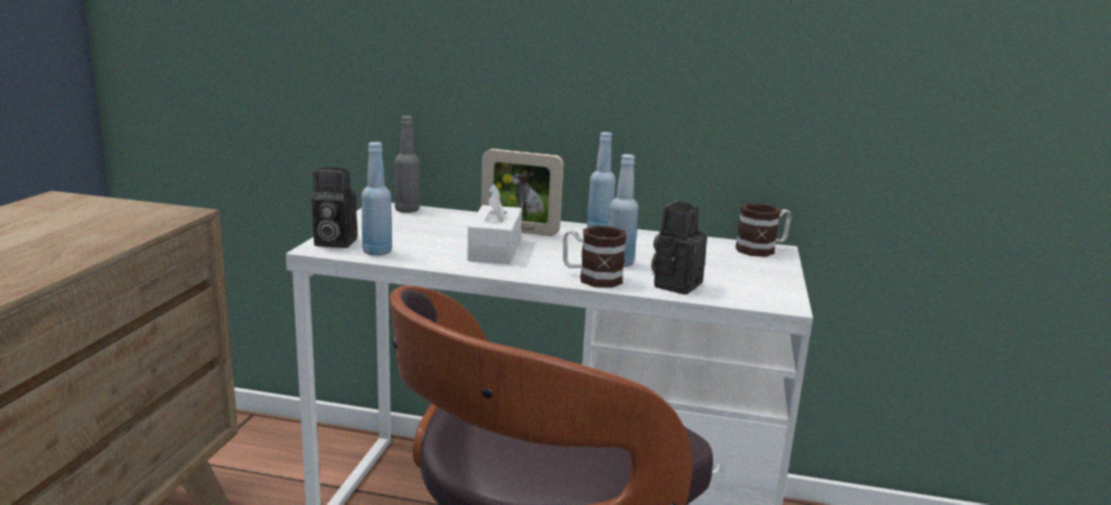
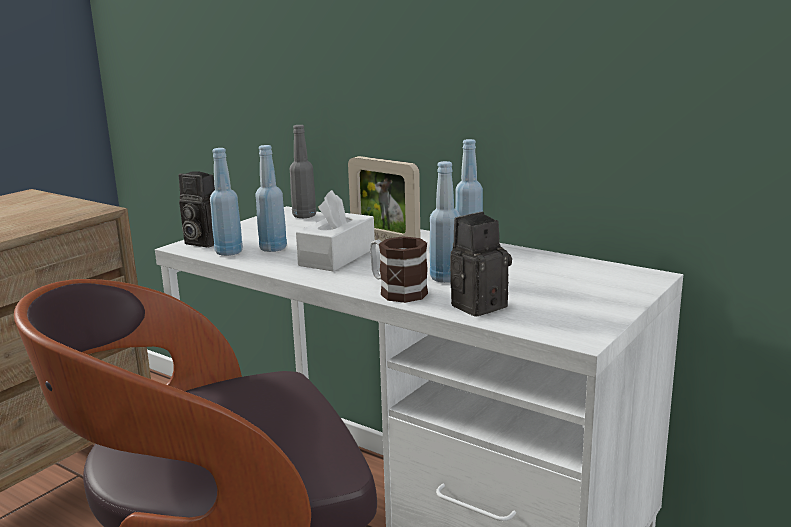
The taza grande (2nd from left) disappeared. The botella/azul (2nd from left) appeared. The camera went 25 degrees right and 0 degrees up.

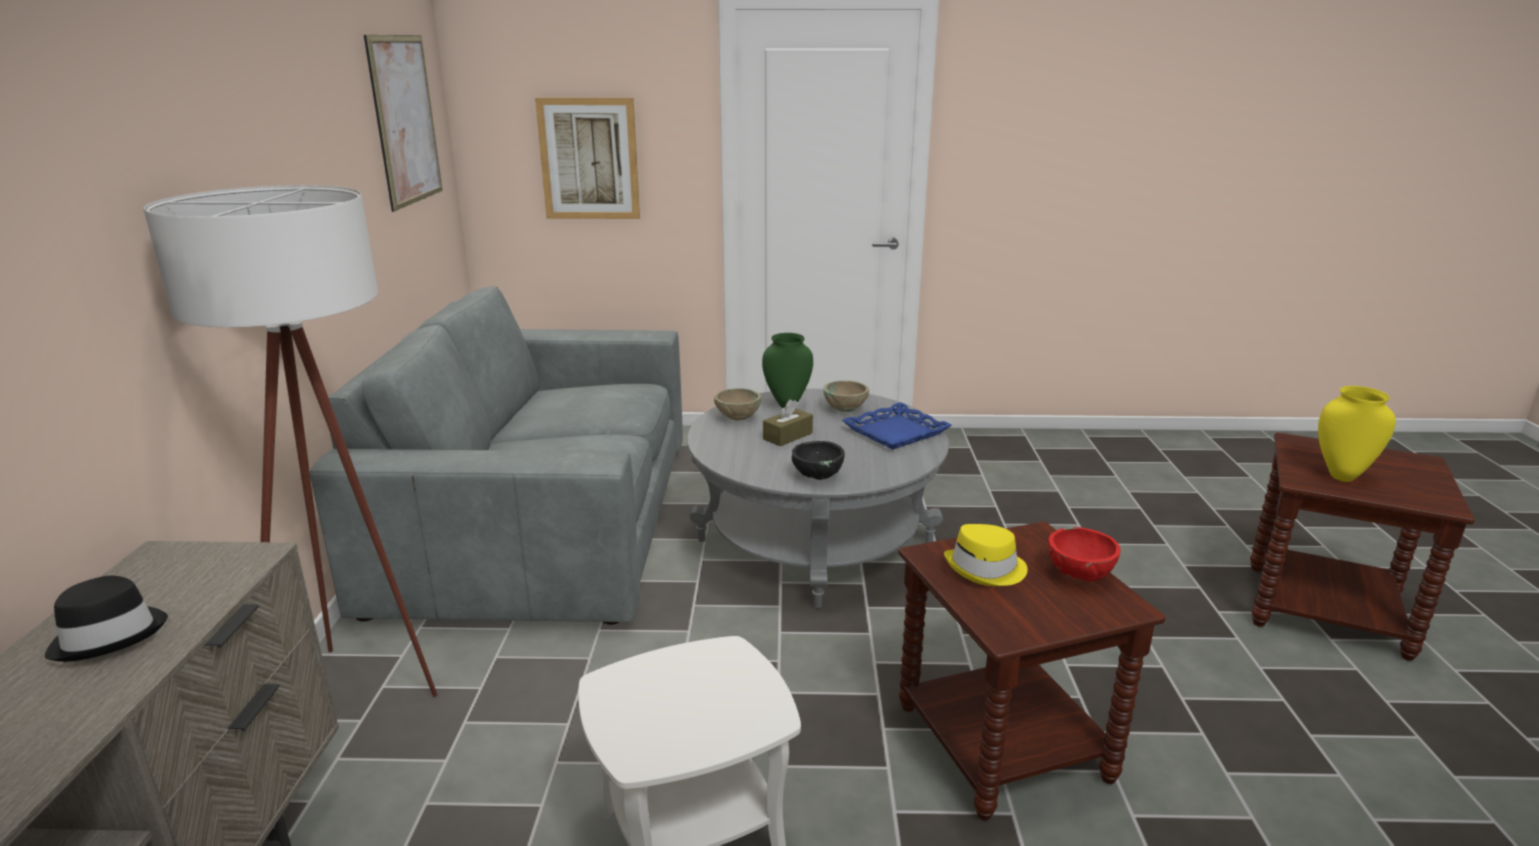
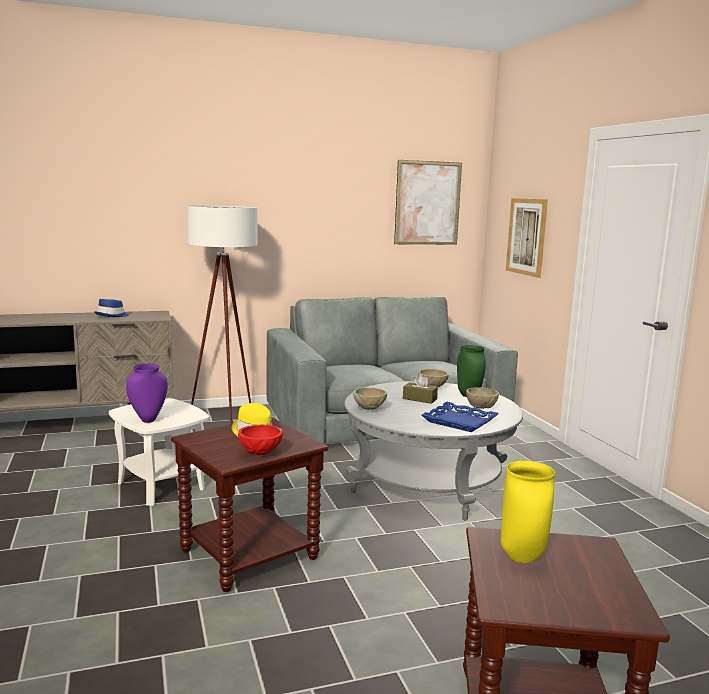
The florero/morado appeared. The sombrero/negro became the sombrero/azul. The cuenco/negro became the cuenco/beis (1st from left). The camera went 70 degrees right and 10 degrees down.

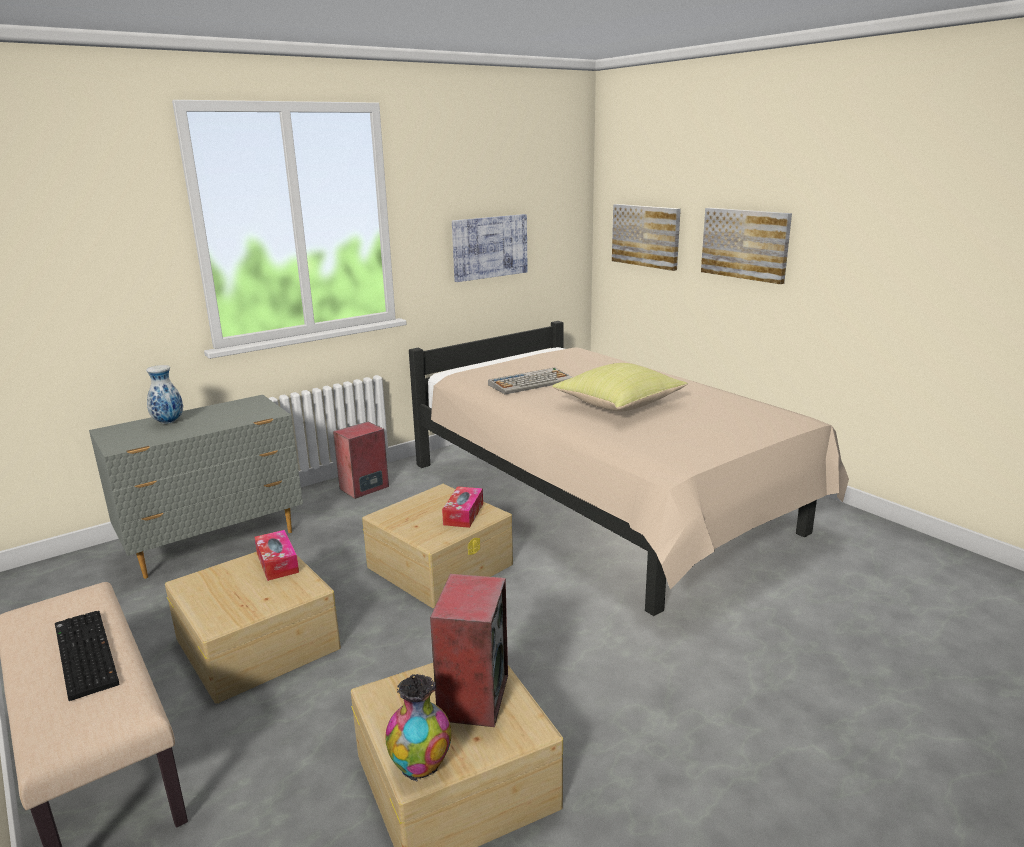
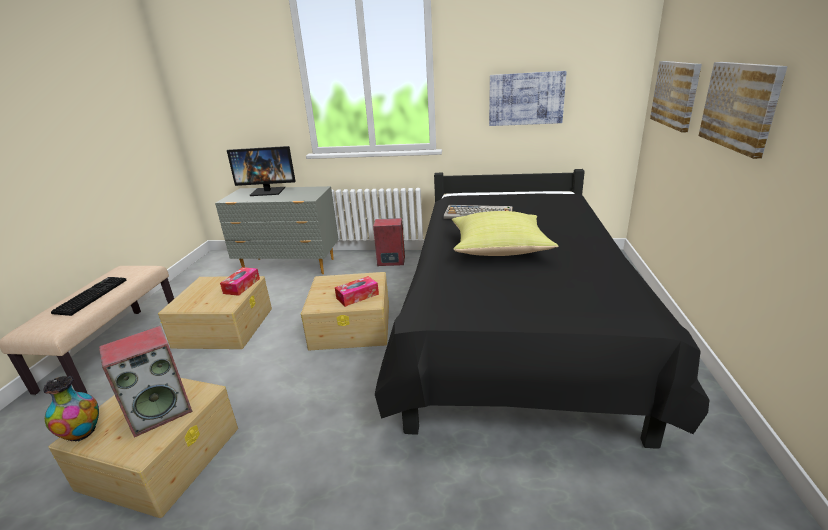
The florero (1st from left) was replaced by the monitor. The cama/beis became the cama/negro. The camera went 45 degrees right and 5 degrees up.

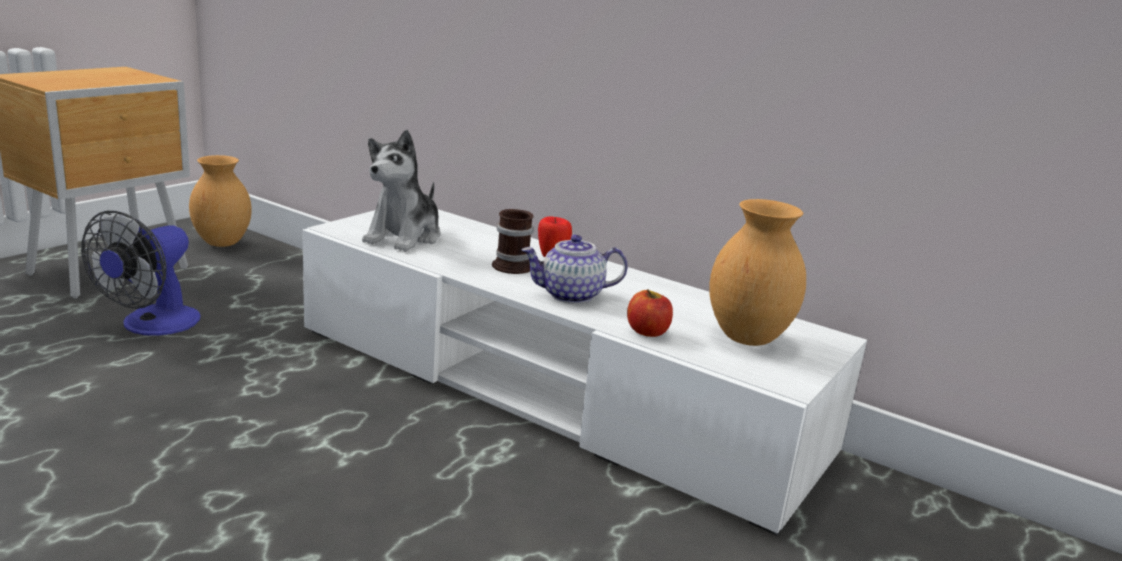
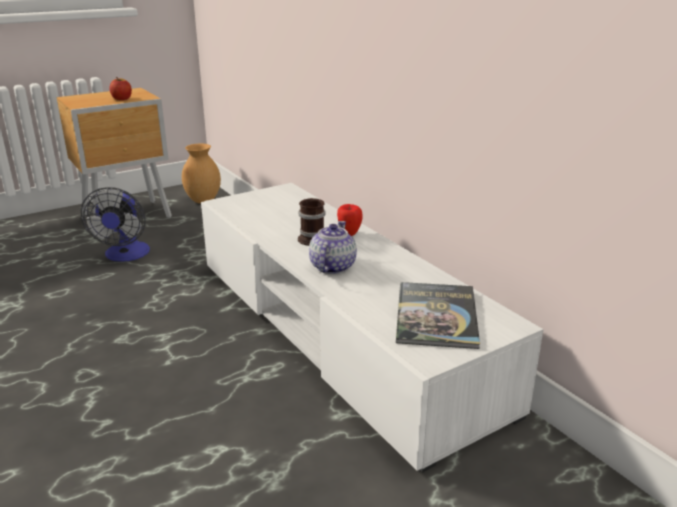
The peluche disappeared. The manzana (2nd from left in the first image) moved. The florero/marrón (2nd from left) was replaced by the libro. The ventilador turned 45 degrees counterclockwise. The tetera turned 90 degrees clockwise. The camera went 25 degrees right and 5 degrees up.

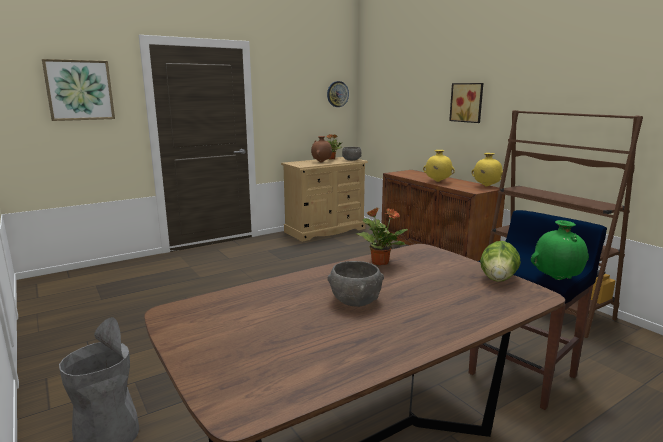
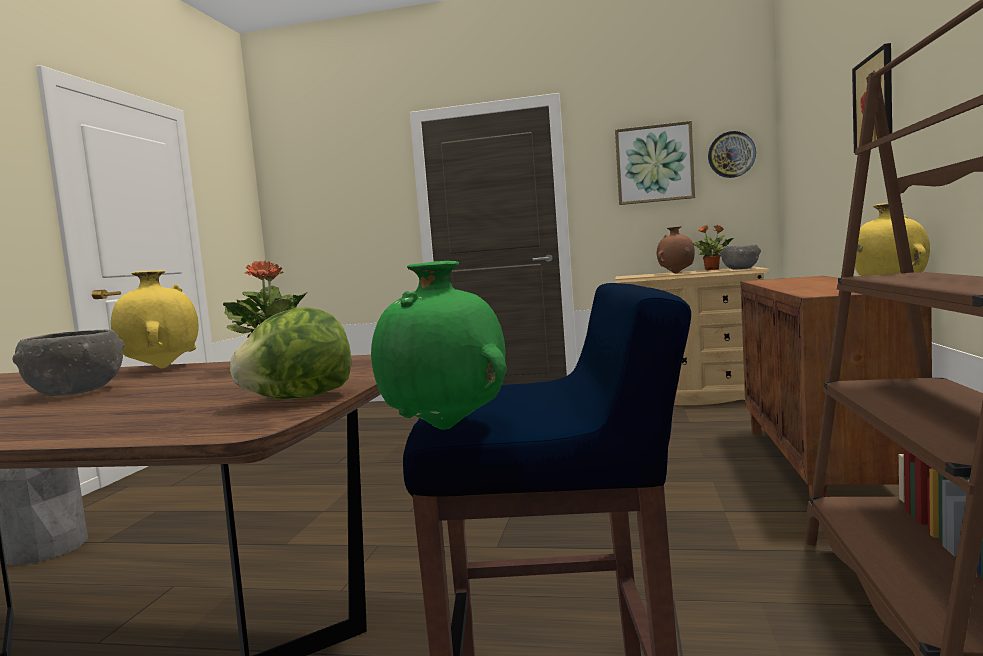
The cuadro (1st from left) moved. The florero/amarillo (1st from left) moved. The camera went 45 degrees right and 10 degrees down.

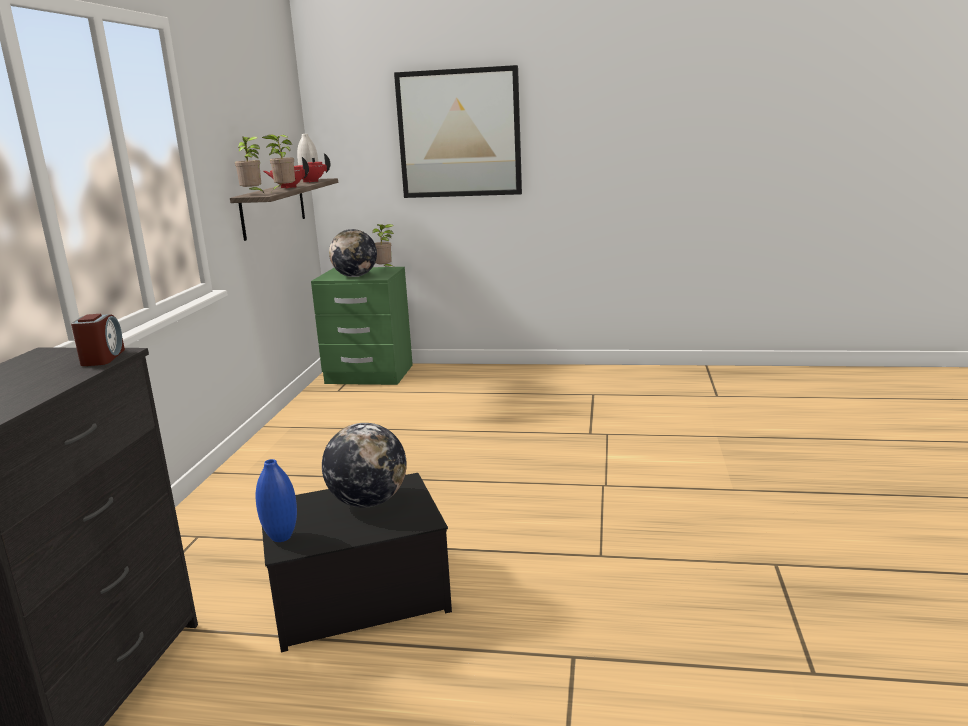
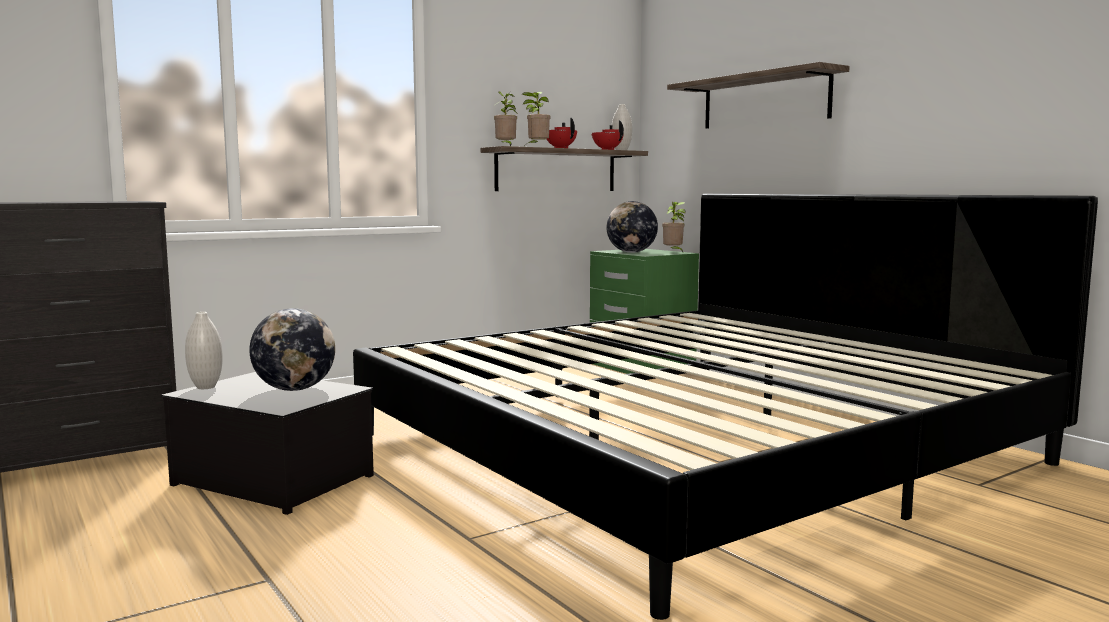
The despertador disappeared. The cama appeared. The cuadro was replaced by the estante (2nd from left). The florero/azul became the florero/blanco (1st from left). The camera went 45 degrees right and 10 degrees down.

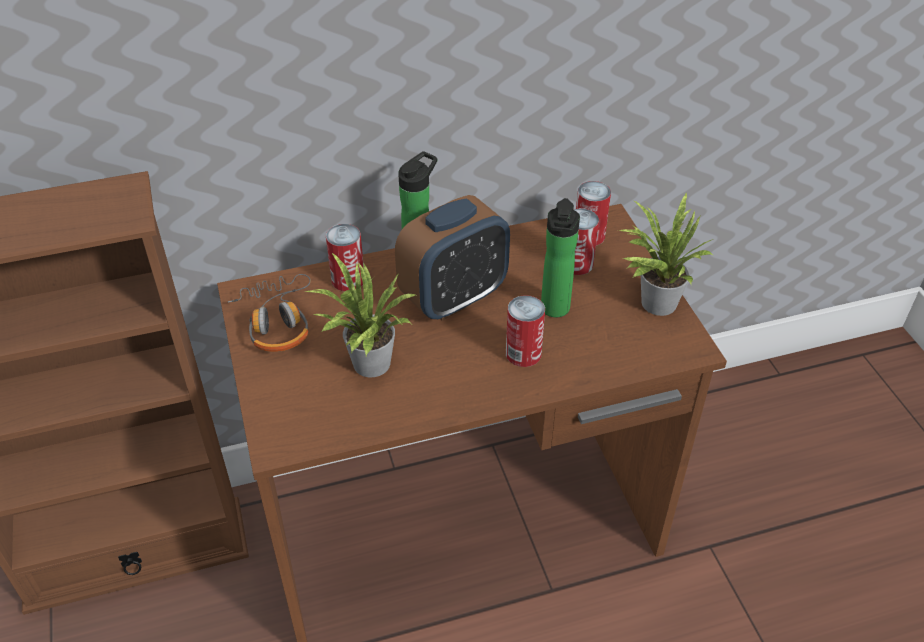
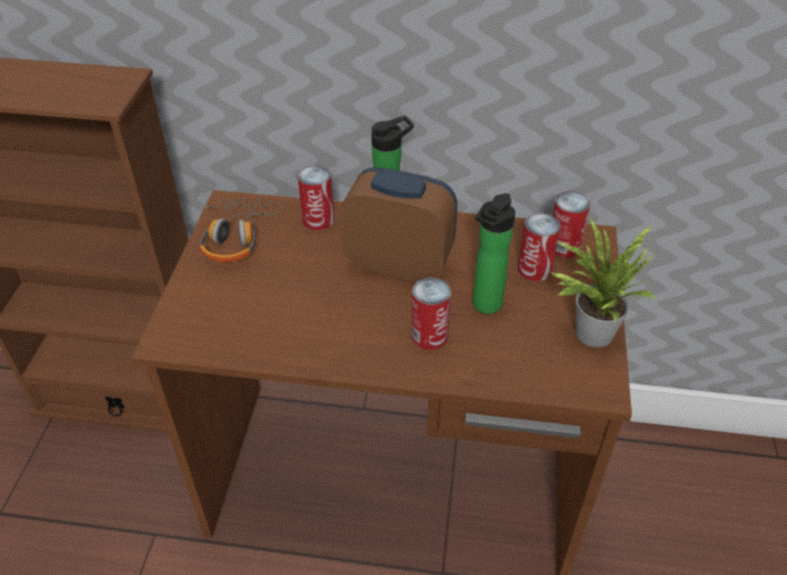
The planta en maceta (1st from left) disappeared. The despertador turned 150 degrees counterclockwise. The camera went 25 degrees right and 0 degrees up.

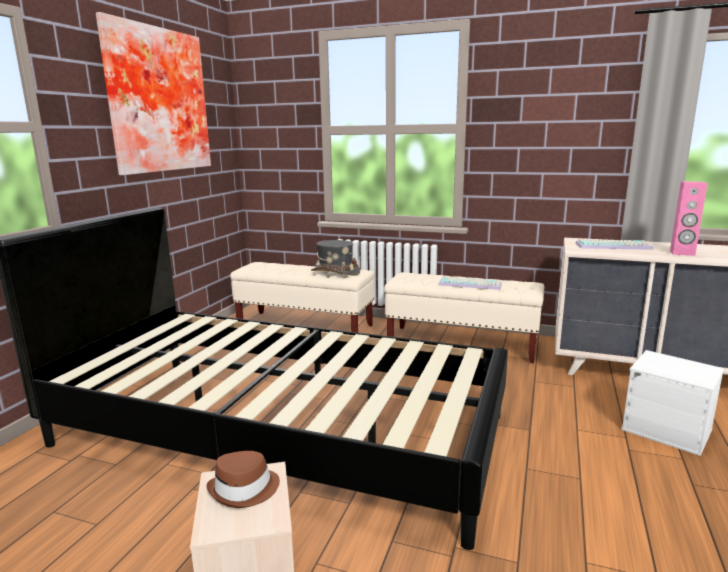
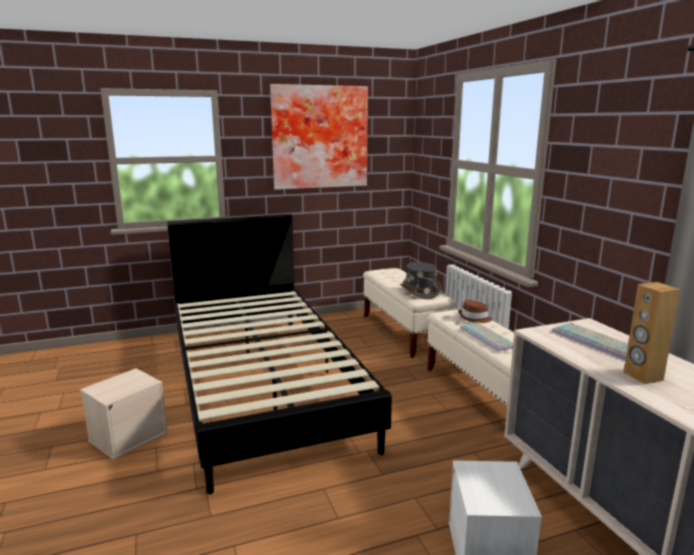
The sombrero/marrón moved. The altavoz/rosa became the altavoz/marrón. The camera went 50 degrees right and 0 degrees up.

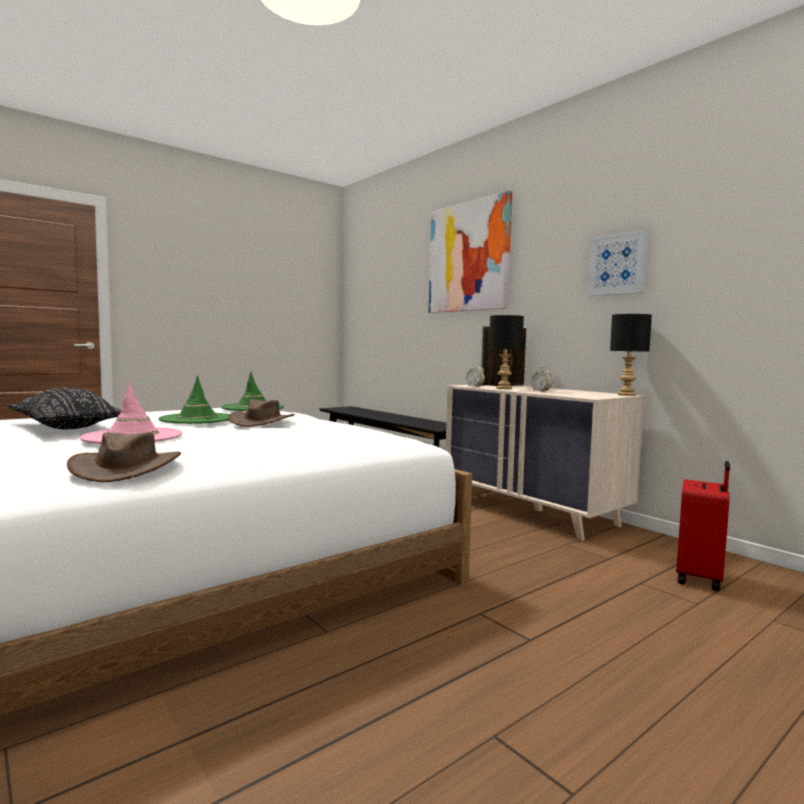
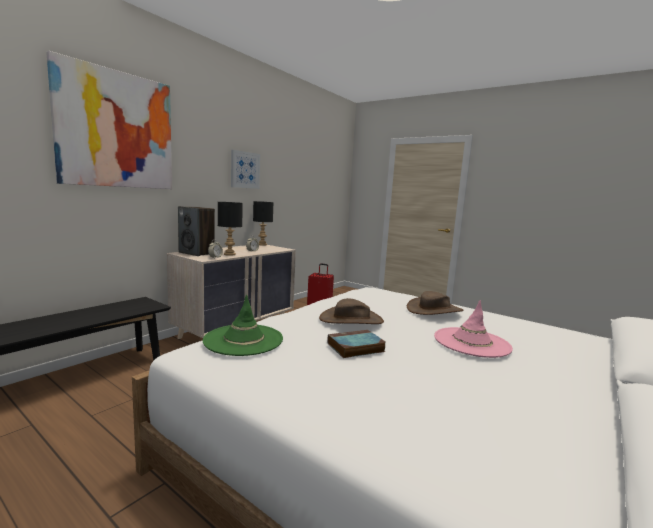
The cojín/negro disappeared. The sombrero/marrón (1st from left in the first image) moved. The sombrero/verde (1st from left) was replaced by the libro. The camera went 105 degrees left and 5 degrees up.

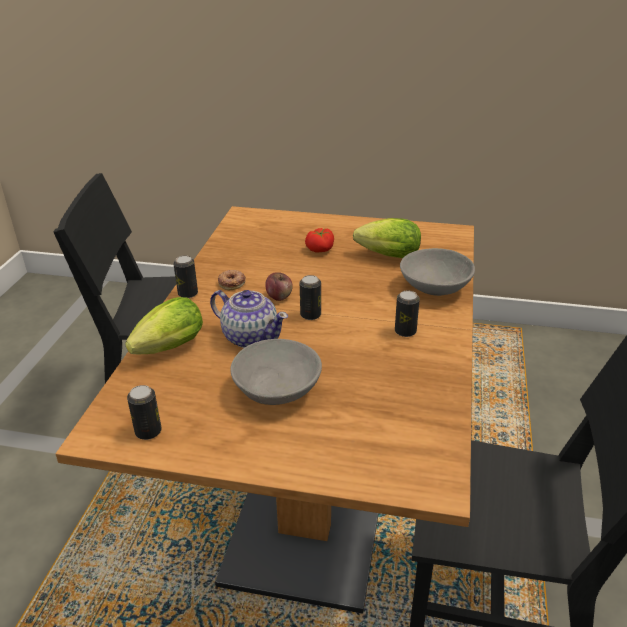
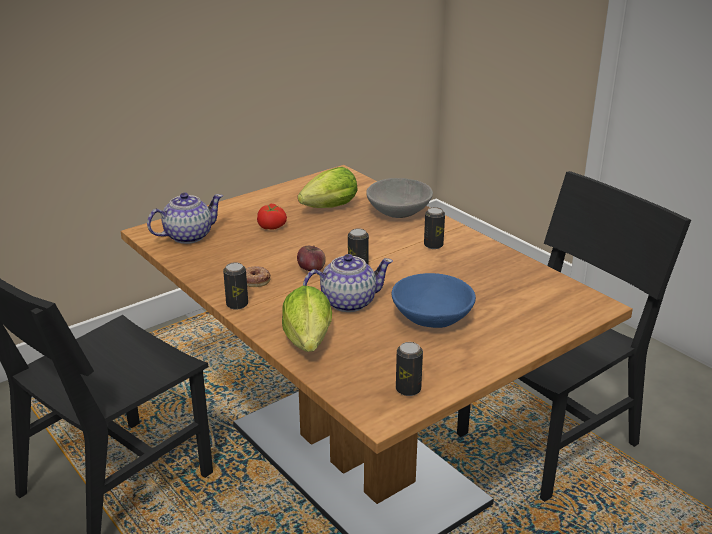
The tetera (1st from left) appeared. The cuenco/gris (1st from left) became the cuenco/azul. The camera went 50 degrees left and 5 degrees down.

